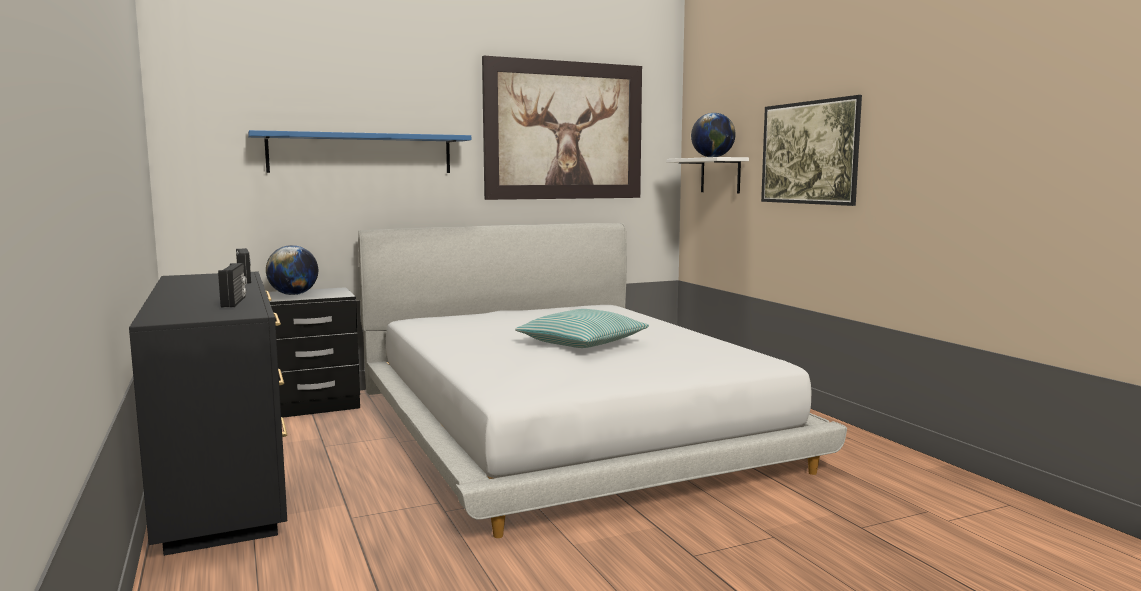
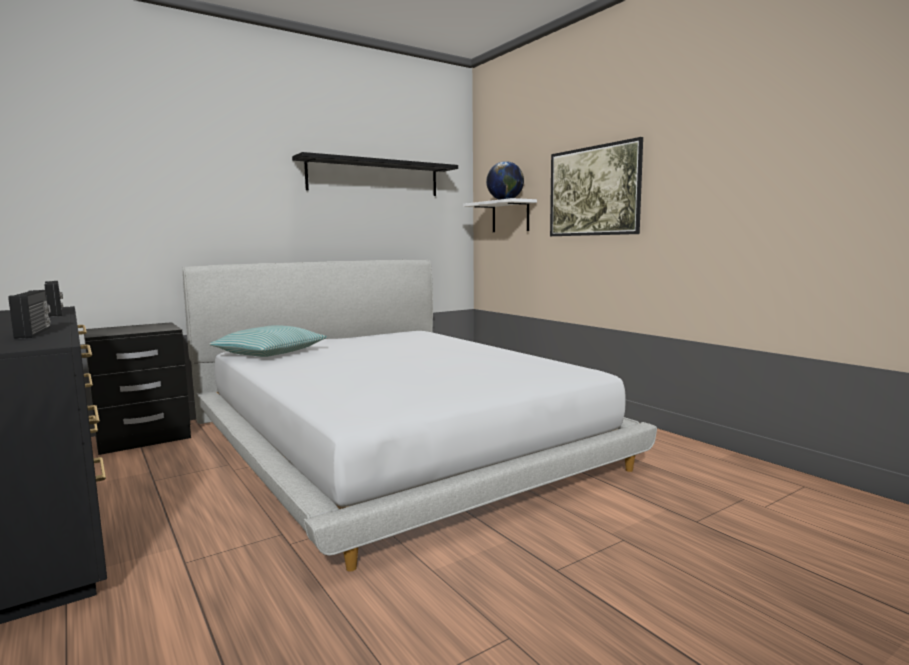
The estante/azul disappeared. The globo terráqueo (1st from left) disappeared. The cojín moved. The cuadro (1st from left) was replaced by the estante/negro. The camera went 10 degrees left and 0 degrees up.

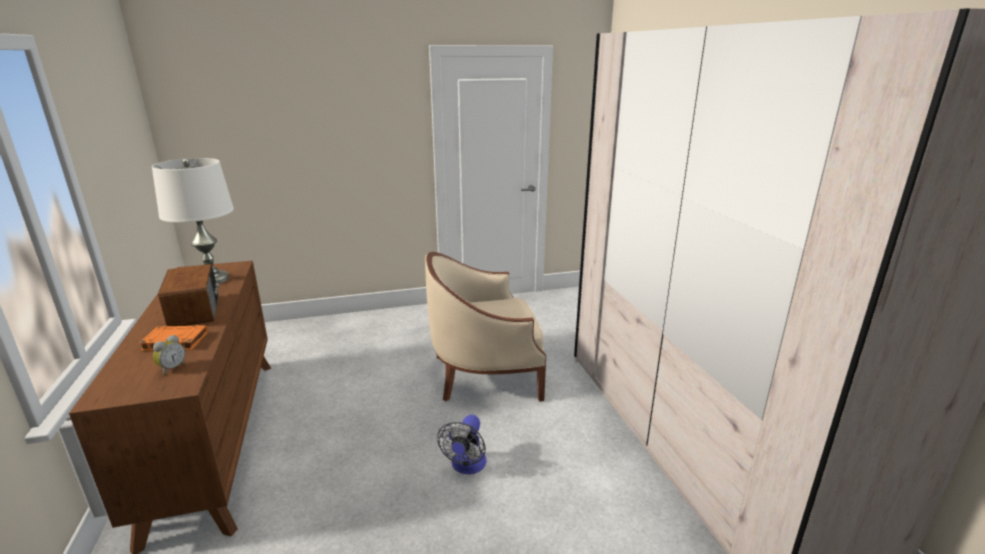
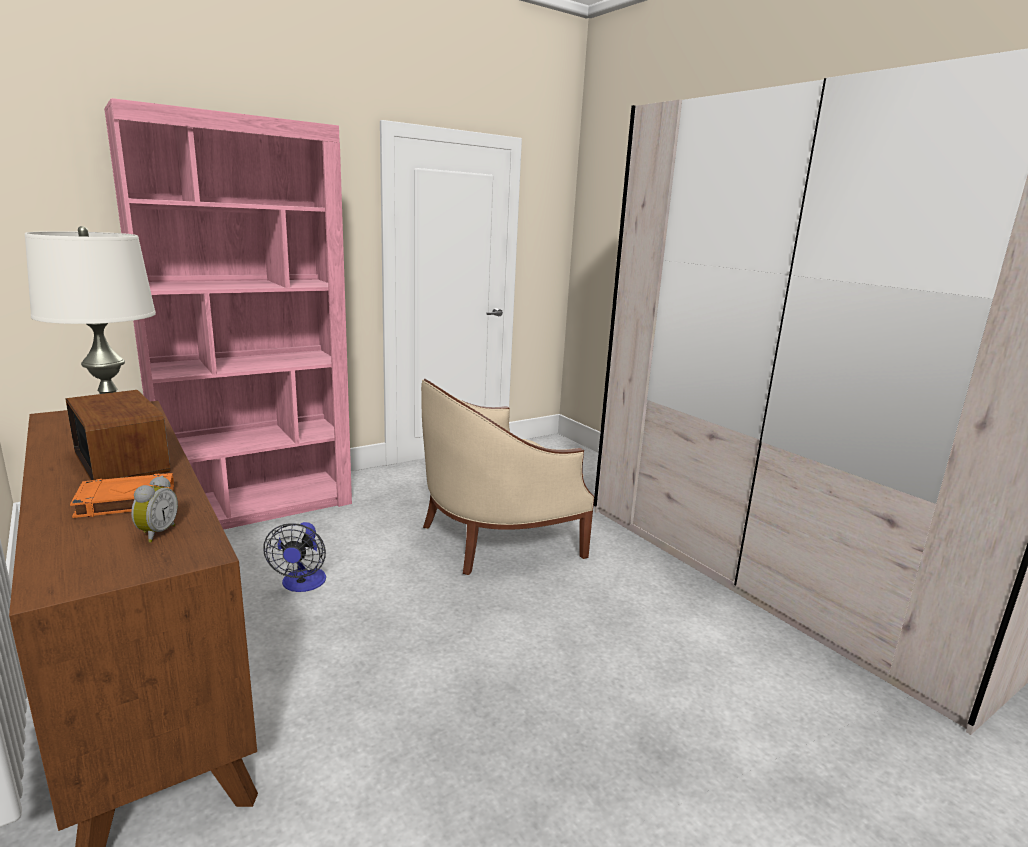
The estantería/rosa appeared. The ventilador moved. The camera went 20 degrees left and 5 degrees down.

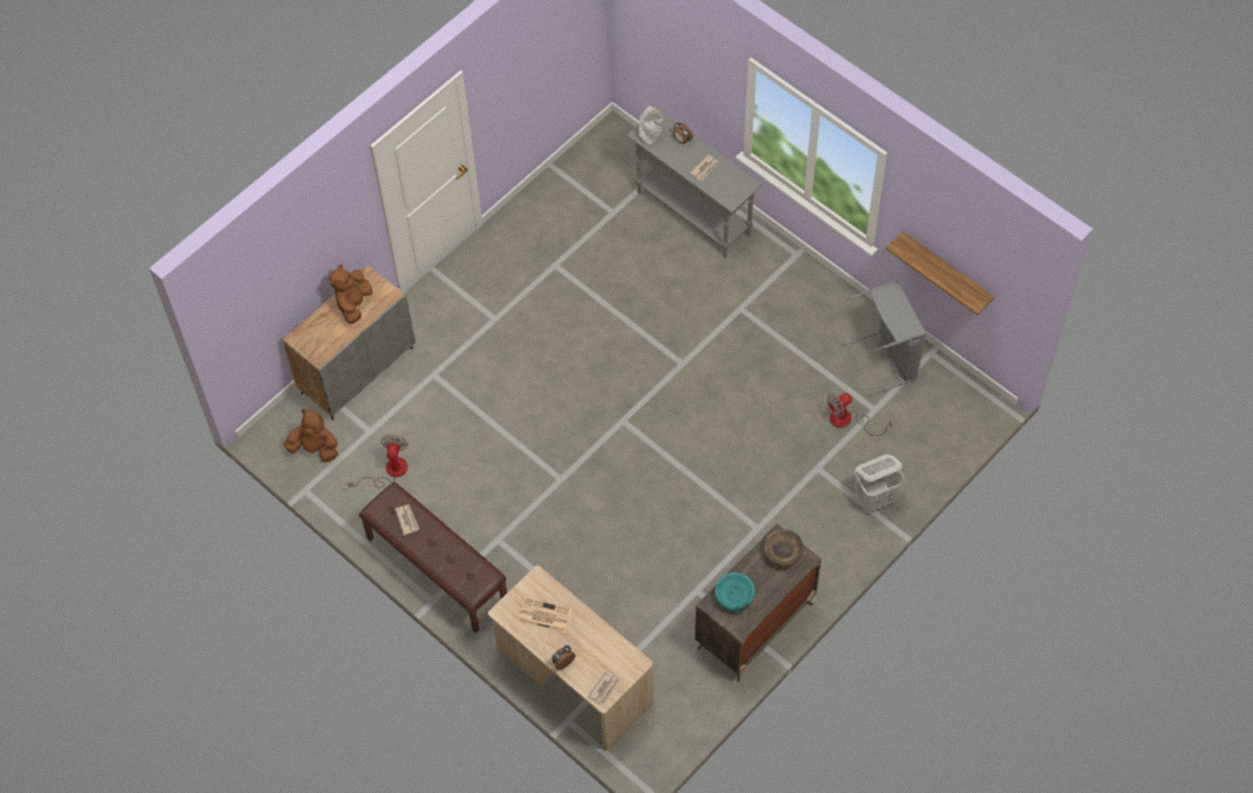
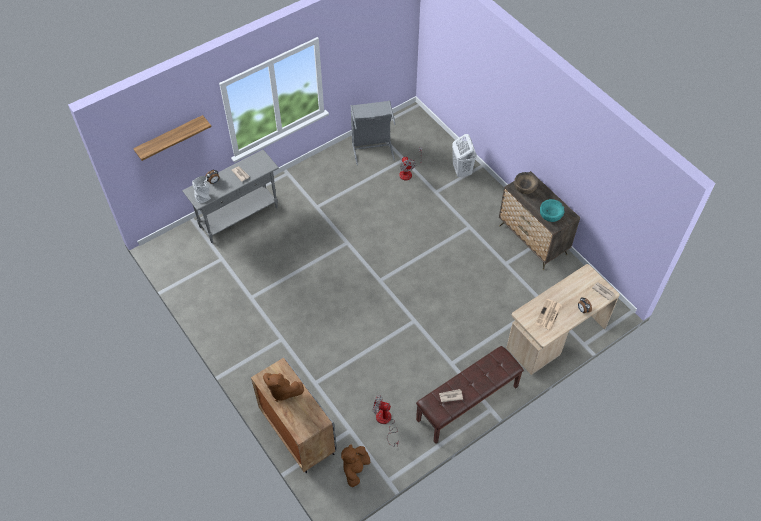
The estante moved. The camera went 80 degrees left and 5 degrees down.

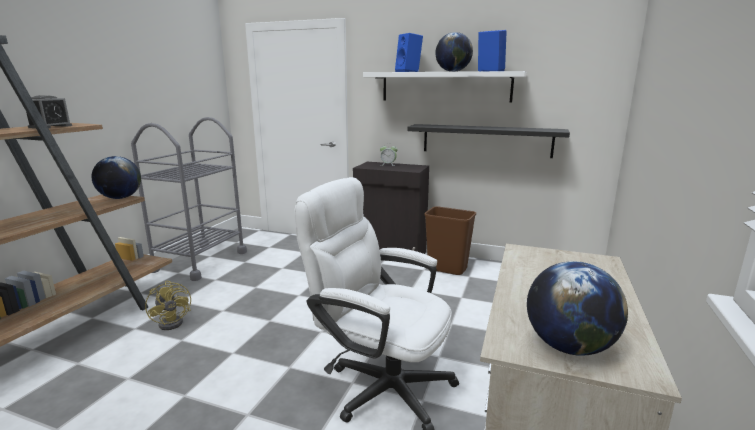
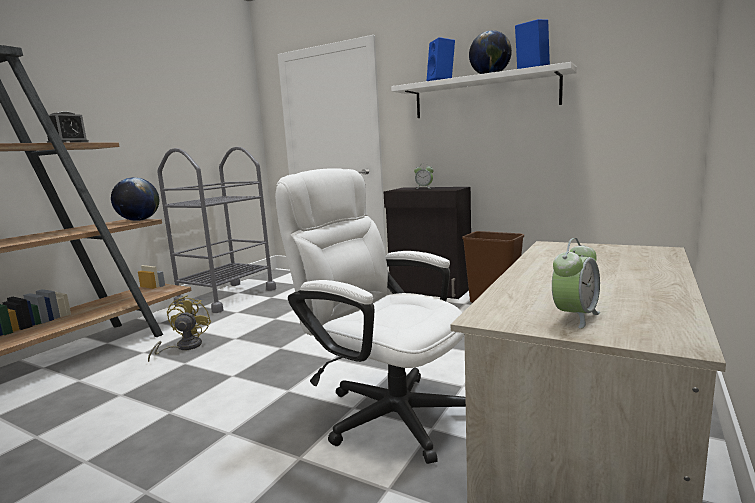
The estante/negro disappeared. The globo terráqueo (3rd from left) was replaced by the despertador (3rd from left). The ventilador/amarillo turned 150 degrees counterclockwise. The camera went 10 degrees right and 5 degrees down.

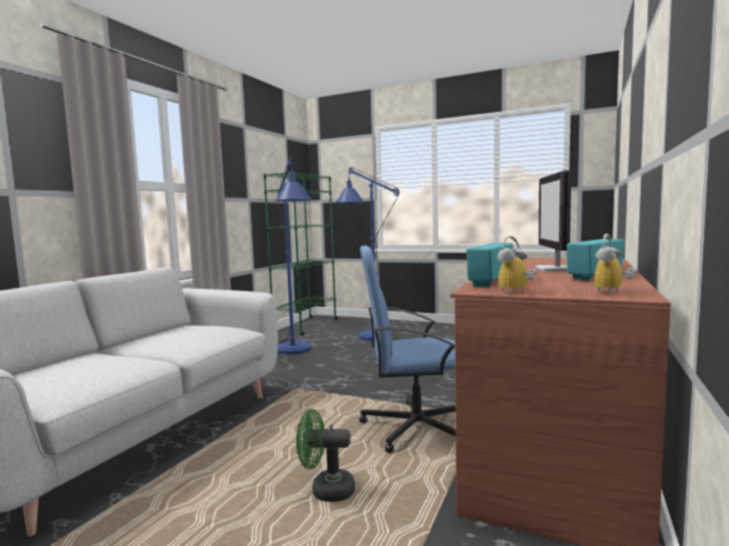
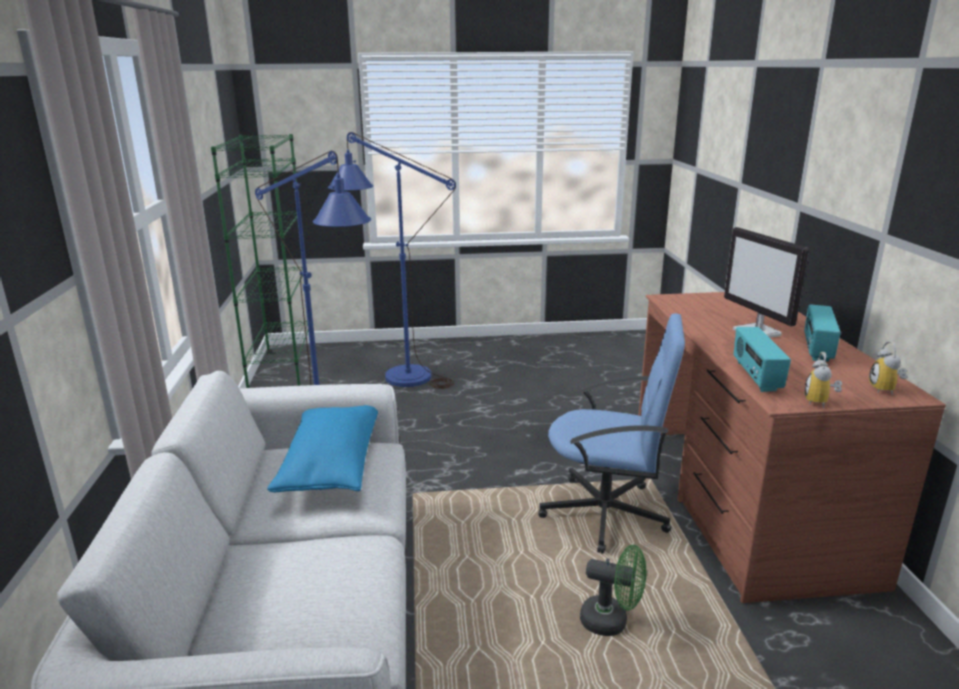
The cojín/azul appeared. The ventilador/verde turned 135 degrees counterclockwise. The silla de oficina/azul turned 135 degrees counterclockwise. The camera went 30 degrees left and 15 degrees up.

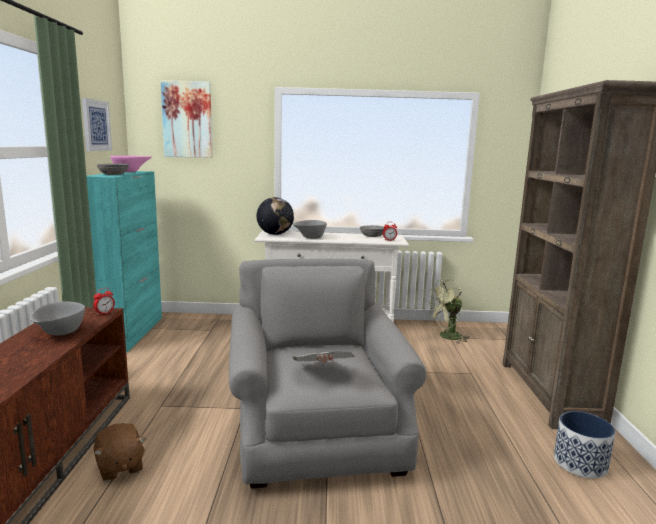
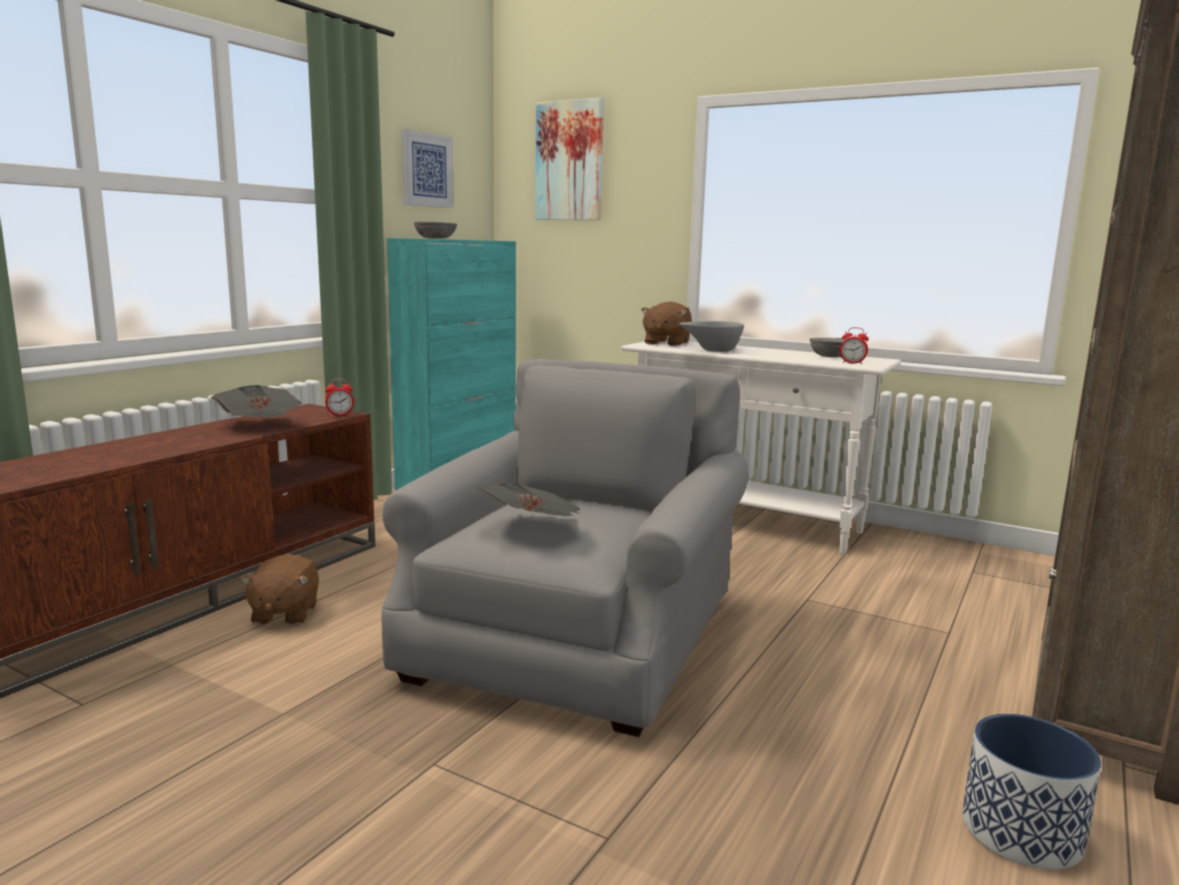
The cuenco/rosa disappeared. The ventilador/verde disappeared. The cuenco/gris (1st from left) was replaced by the periódico (1st from left). The globo terráqueo was replaced by the peluche/marrón (2nd from left). The camera went 30 degrees right and 0 degrees up.

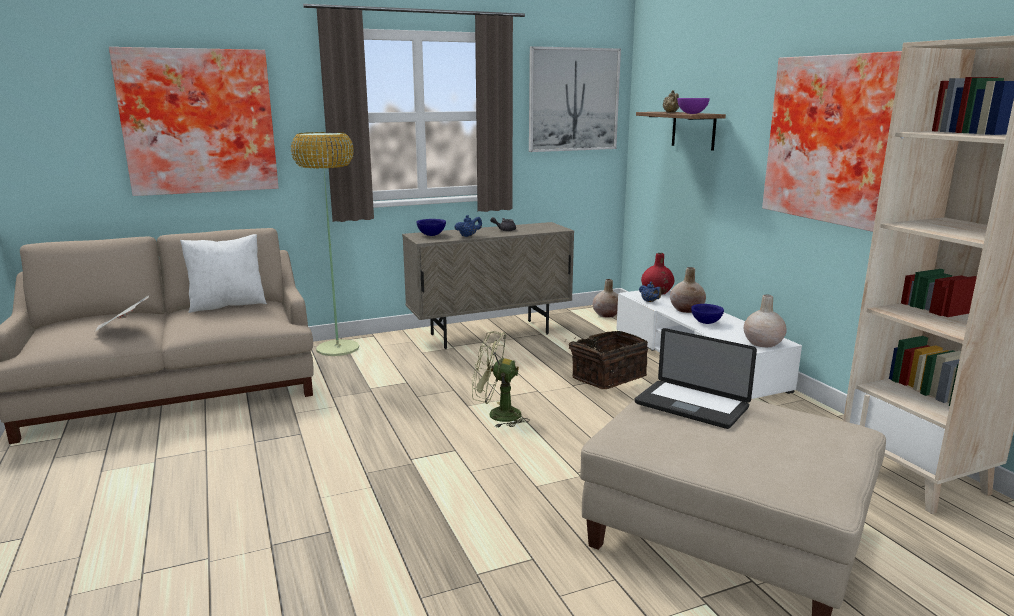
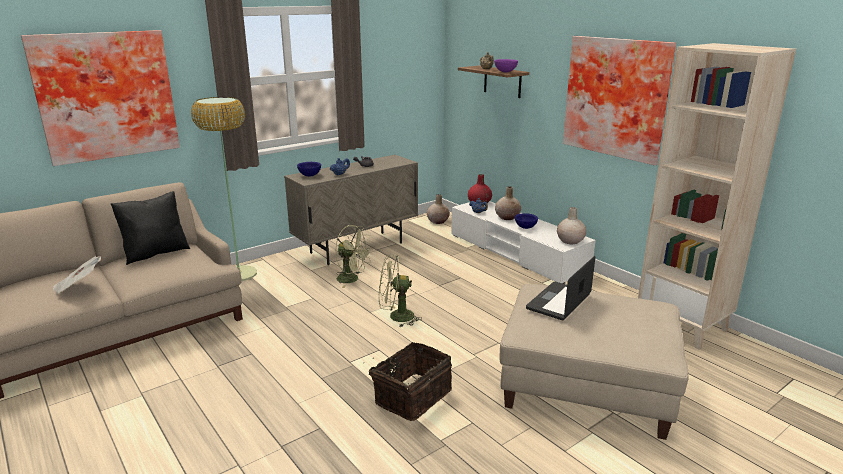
The cuadro (2nd from left) disappeared. The ventilador/verde (1st from left) appeared. The cesta moved. The cojín/blanco became the cojín/negro. The portátil turned 105 degrees clockwise. The camera went 15 degrees left and 5 degrees up.

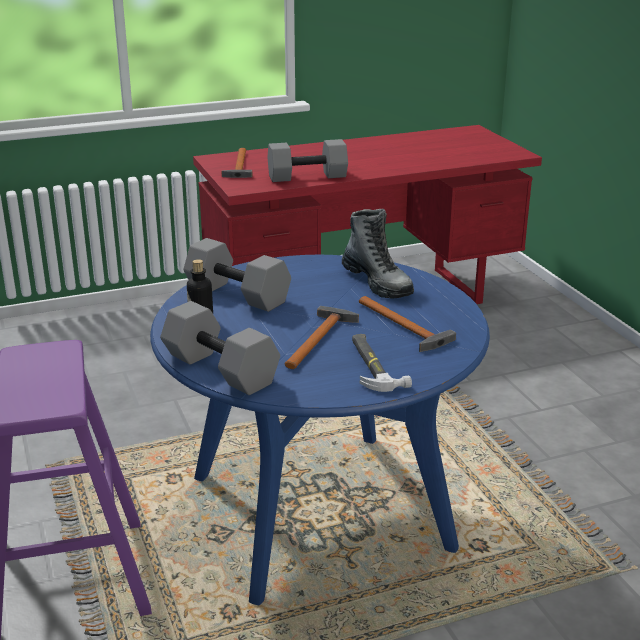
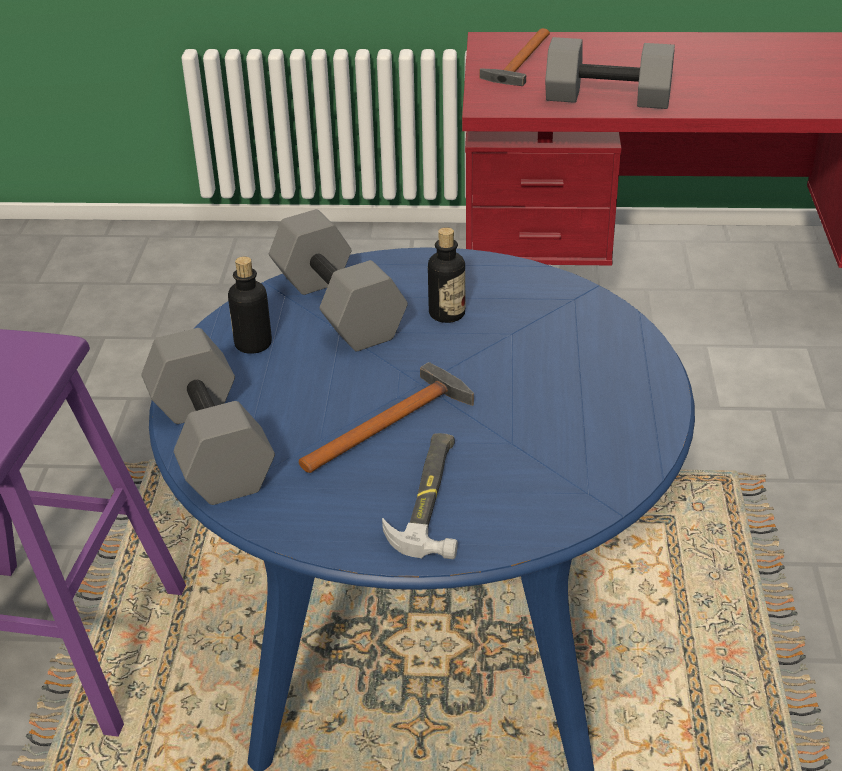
The bota disappeared. The martillo (4th from left) disappeared. The botella (2nd from left) appeared. The camera went 25 degrees right and 10 degrees up.

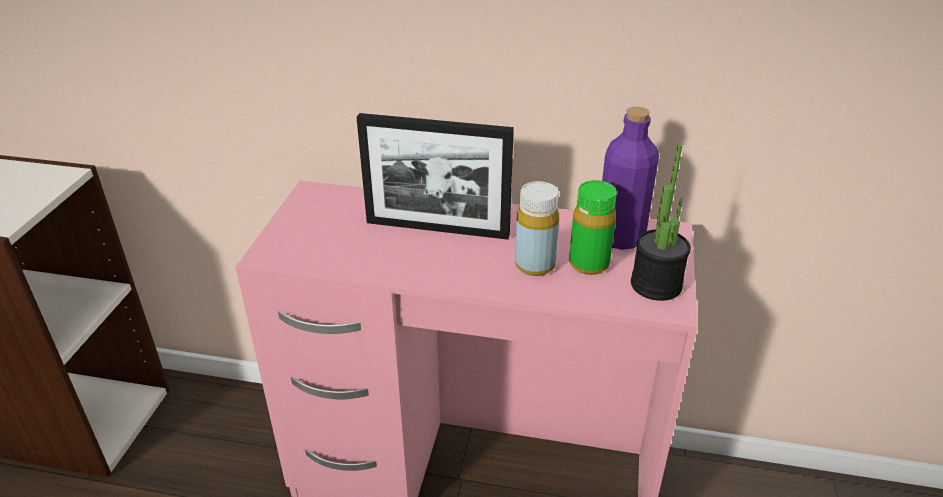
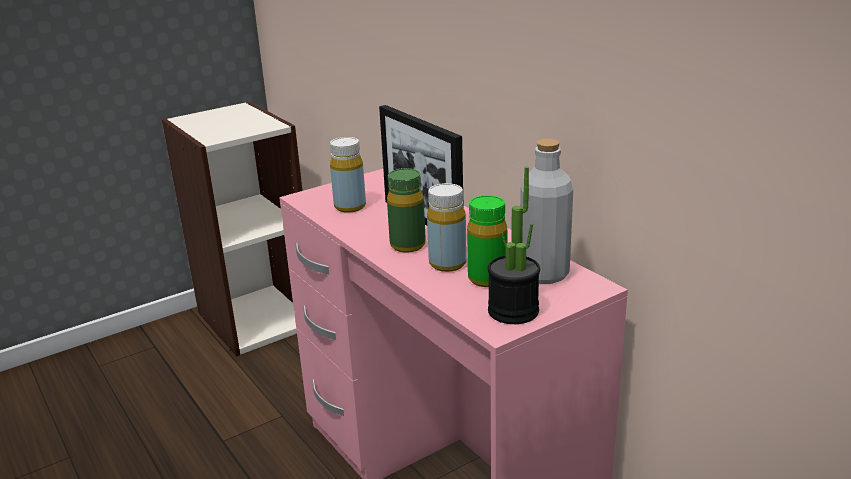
The botella/amarillo (1st from left) appeared. The botella/verde (1st from left) appeared. The botella/morado became the botella/gris. The camera went 45 degrees right and 10 degrees down.

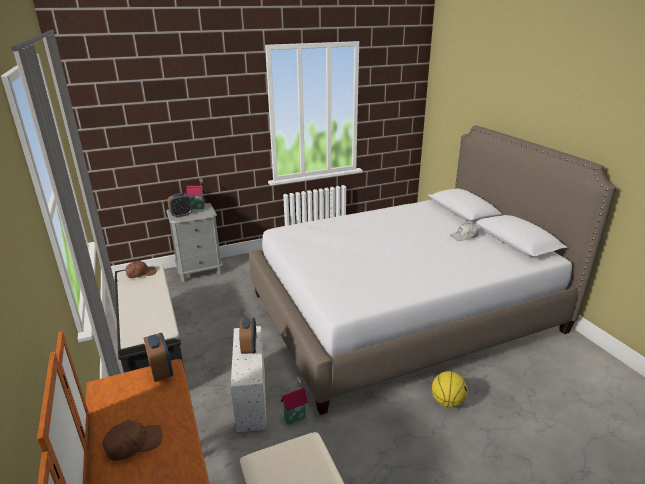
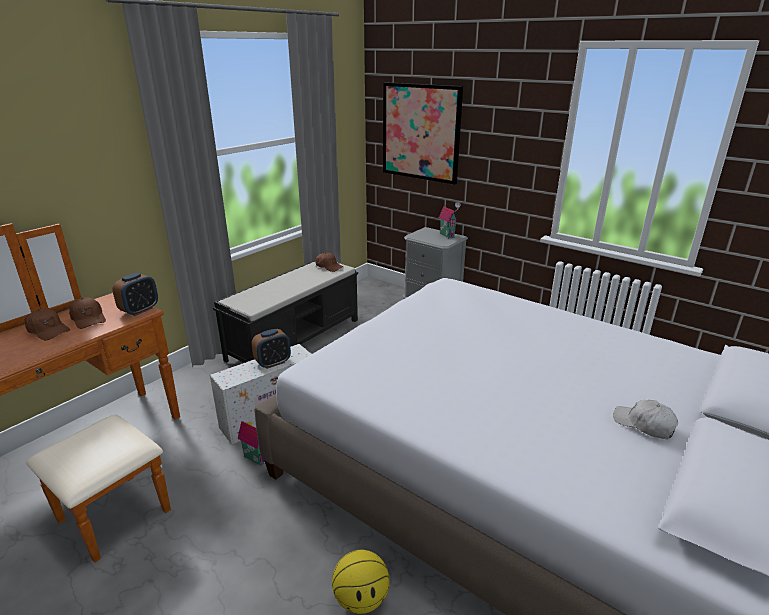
The despertador (2nd from left) disappeared. The gorra/marrón (2nd from left) appeared. The cuadro appeared. The camera went 60 degrees right and 0 degrees up.

